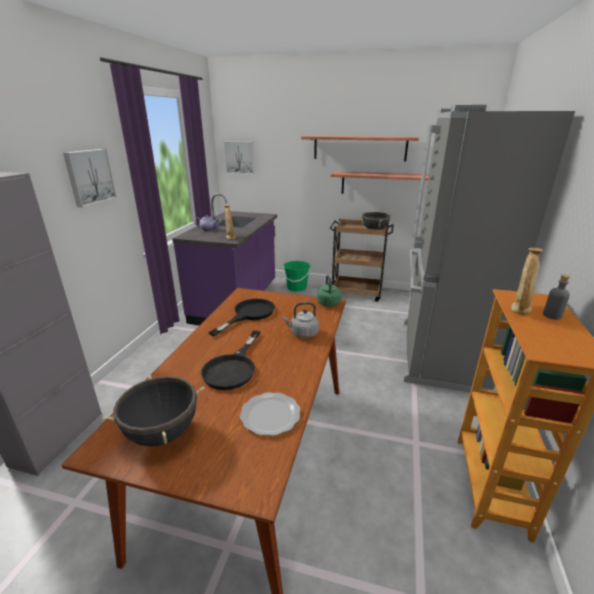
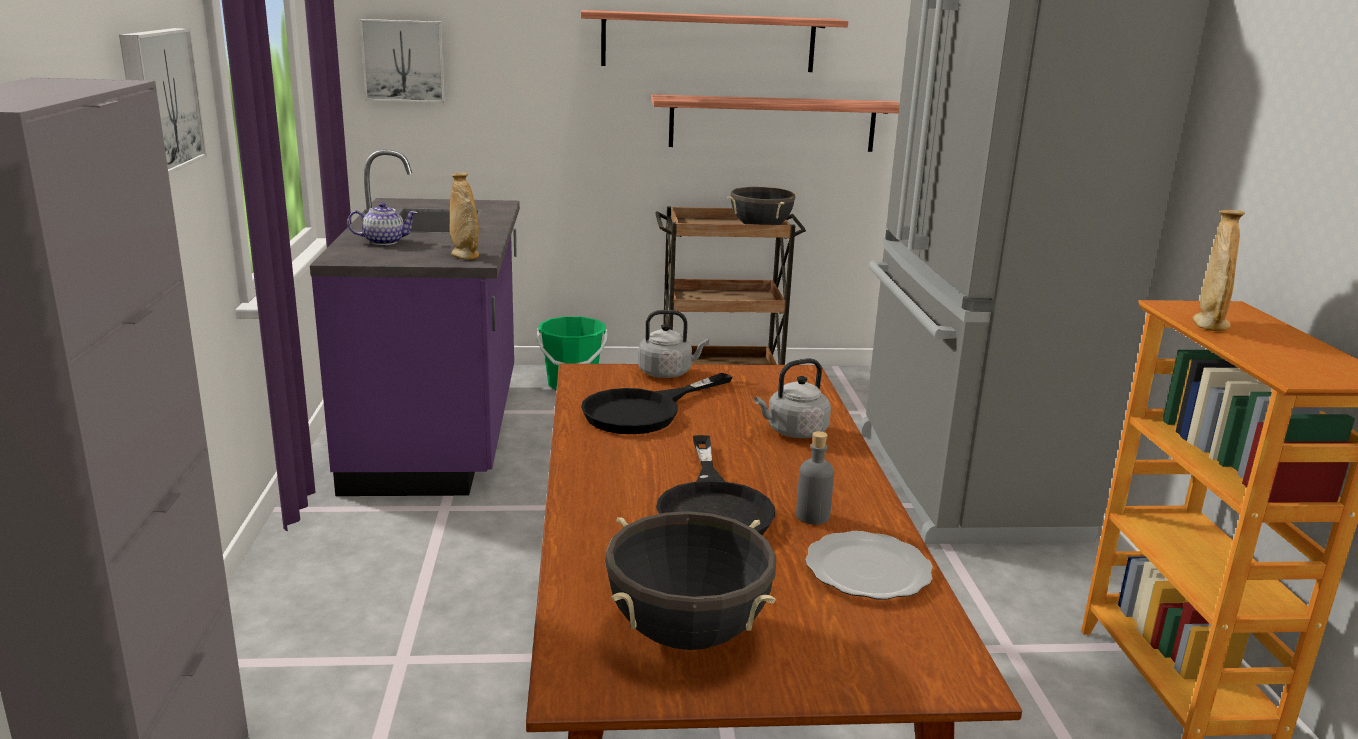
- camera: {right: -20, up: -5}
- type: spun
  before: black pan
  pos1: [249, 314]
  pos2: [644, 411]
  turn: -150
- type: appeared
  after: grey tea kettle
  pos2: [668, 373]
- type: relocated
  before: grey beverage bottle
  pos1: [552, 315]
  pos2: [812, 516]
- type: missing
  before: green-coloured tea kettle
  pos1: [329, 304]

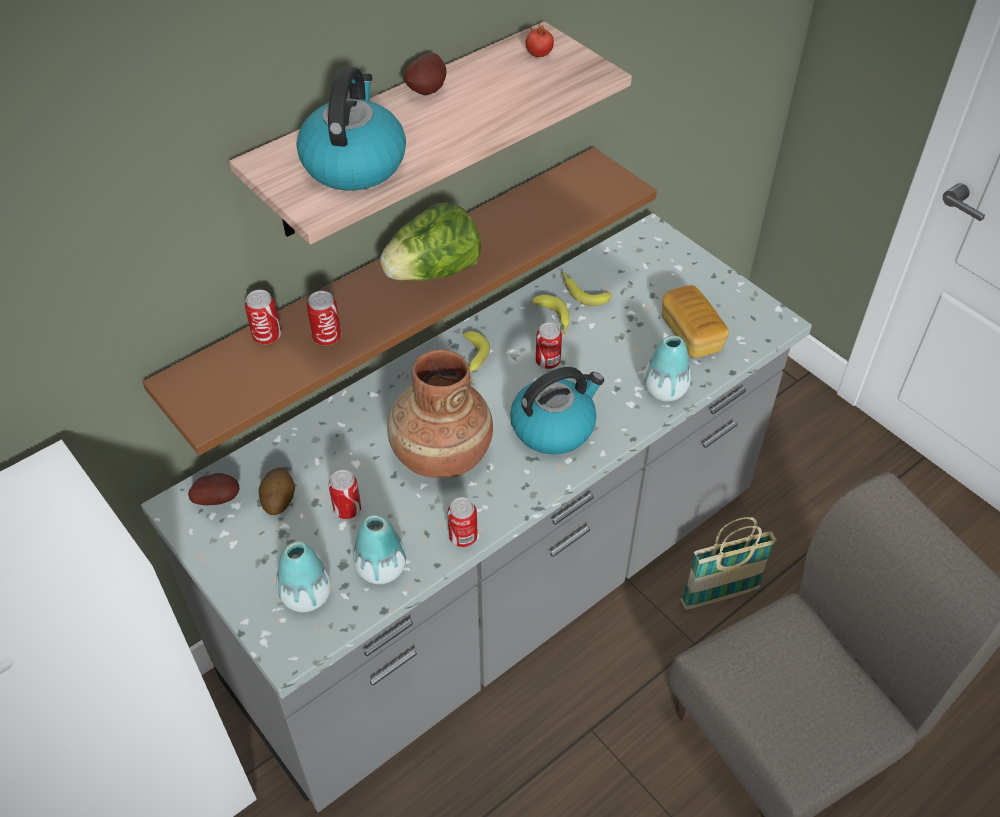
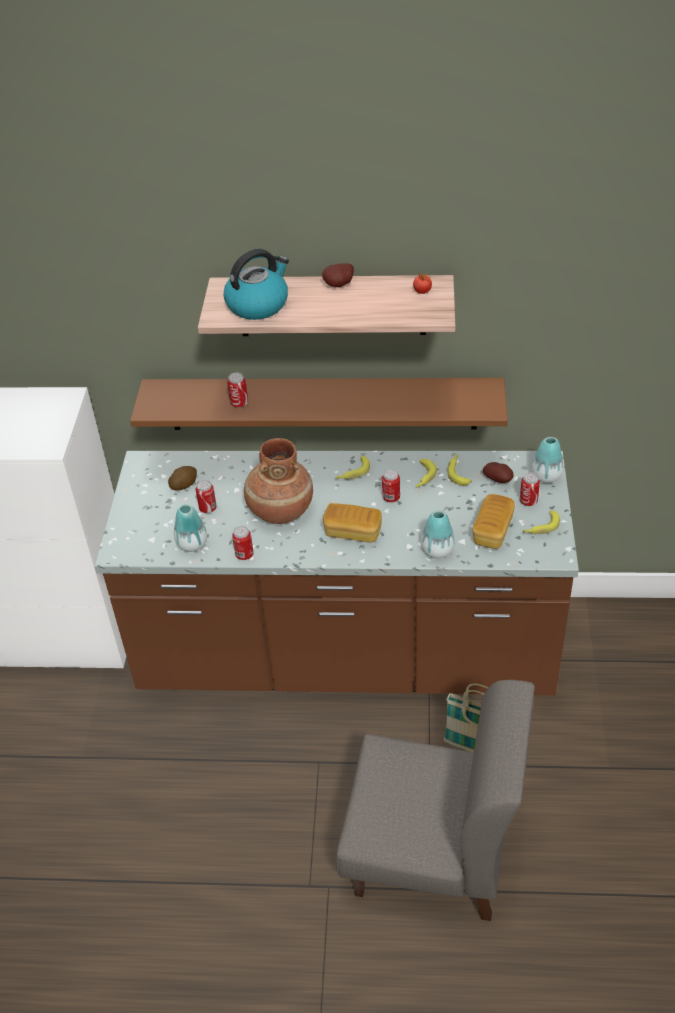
- camera: {right: 45, up: -5}
- type: colour
  before: grey kitchen base unit
  after: brown kitchen base unit
  pos1: [500, 591]
  pos2: [347, 656]
- type: exchanged
  before: tea kettle
  after: baked bread
  pos1: [554, 427]
  pos2: [353, 532]
- type: relocated
  before: whole potato
  pos1: [218, 498]
  pos2: [499, 480]
- type: relocated
  before: metal can
  pos1: [267, 336]
  pos2: [528, 501]
- type: appeared
  after: banana
  pos2: [540, 527]
- type: relocated
  before: decorative vase
  pos1: [306, 595]
  pos2: [546, 476]
- type: missing
  before: lettuce
  pos1: [433, 272]

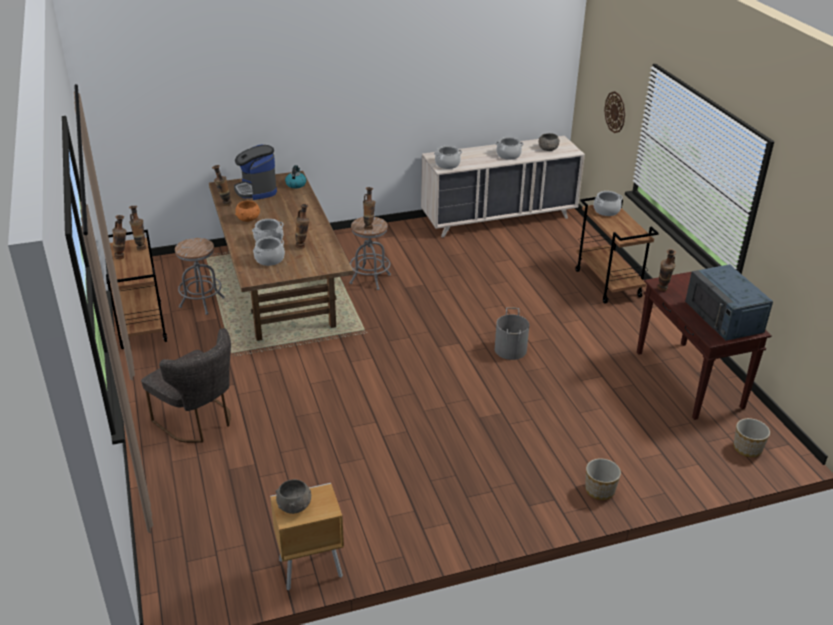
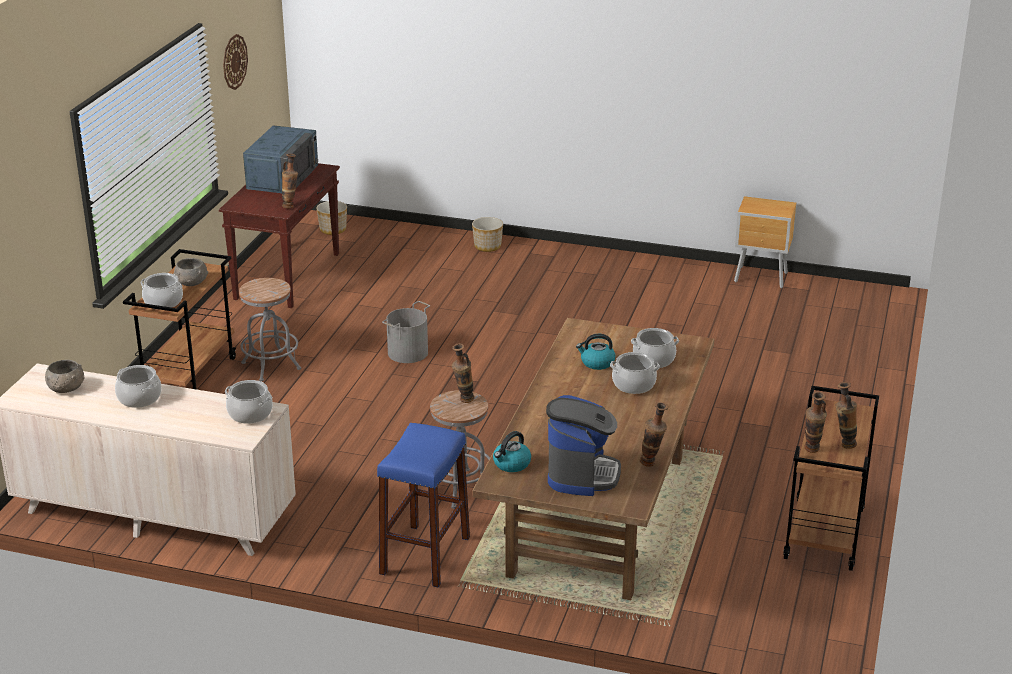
- camera: {right: -145, up: -5}
- type: relocated
  before: grey serving bowl
  pos1: [294, 505]
  pos2: [191, 283]
- type: relocated
  before: wall clock
  pos1: [615, 112]
  pos2: [234, 61]
- type: relocated
  before: grey stool seat
  pos1: [202, 302]
  pos2: [271, 366]
- type: appeared
  after: bluish stool seat
  pos2: [425, 555]
- type: exchanged
  before: decorative vase
  after: tea kettle
  pos1: [303, 246]
  pos2: [597, 363]
- type: missing
  before: grey chair
  pos1: [199, 421]
- type: missing
  before: orangey serving bowl
  pos1: [248, 219]

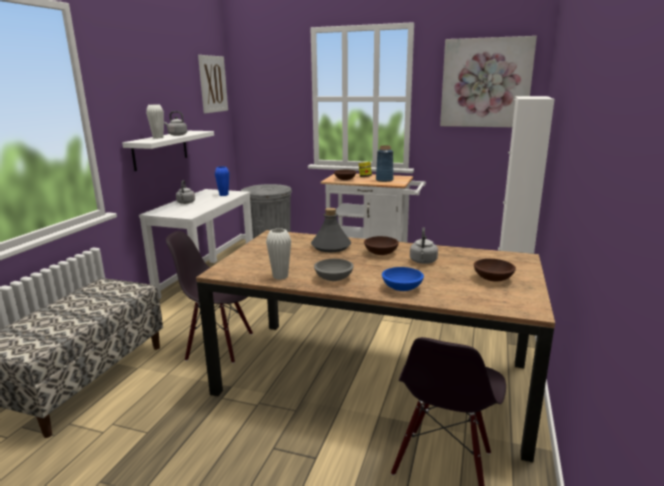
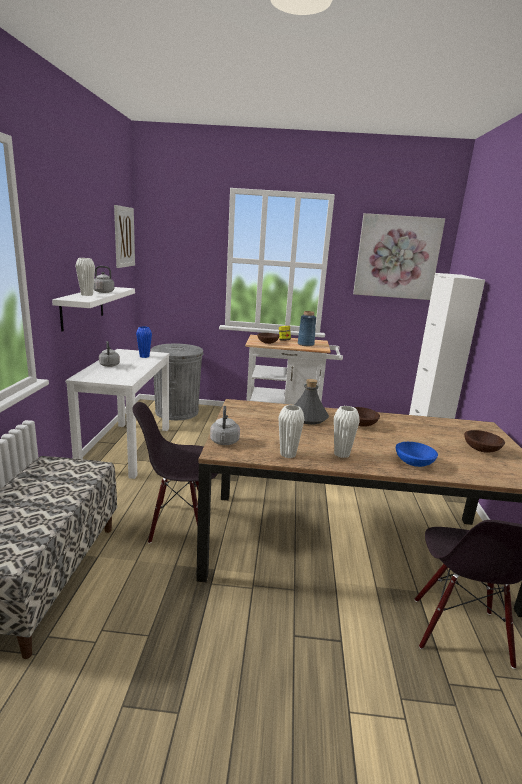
- camera: {right: -15, up: 0}
- type: relocated
  before: grey tea kettle
  pos1: [423, 262]
  pos2: [224, 442]
- type: exchanged
  before: grey serving bowl
  after: white-coloured decorative vase
  pos1: [333, 278]
  pos2: [341, 454]

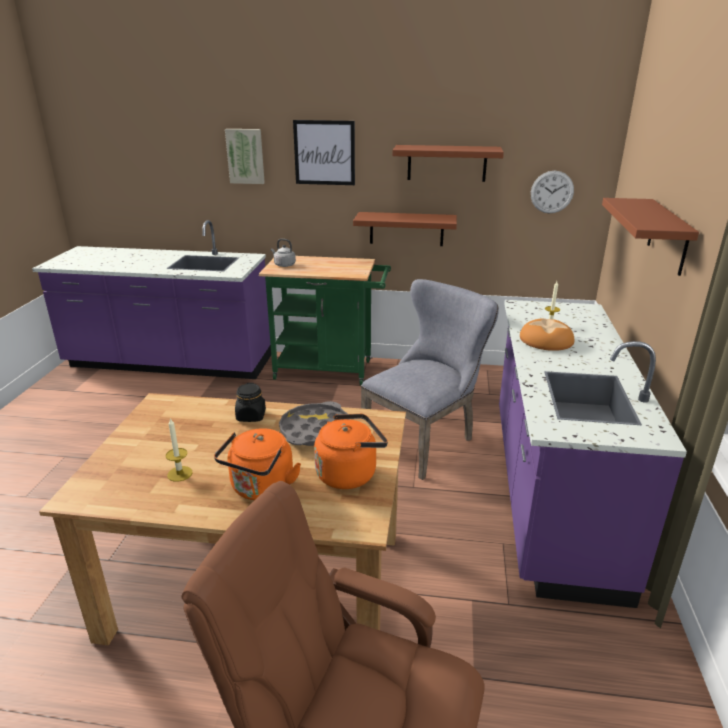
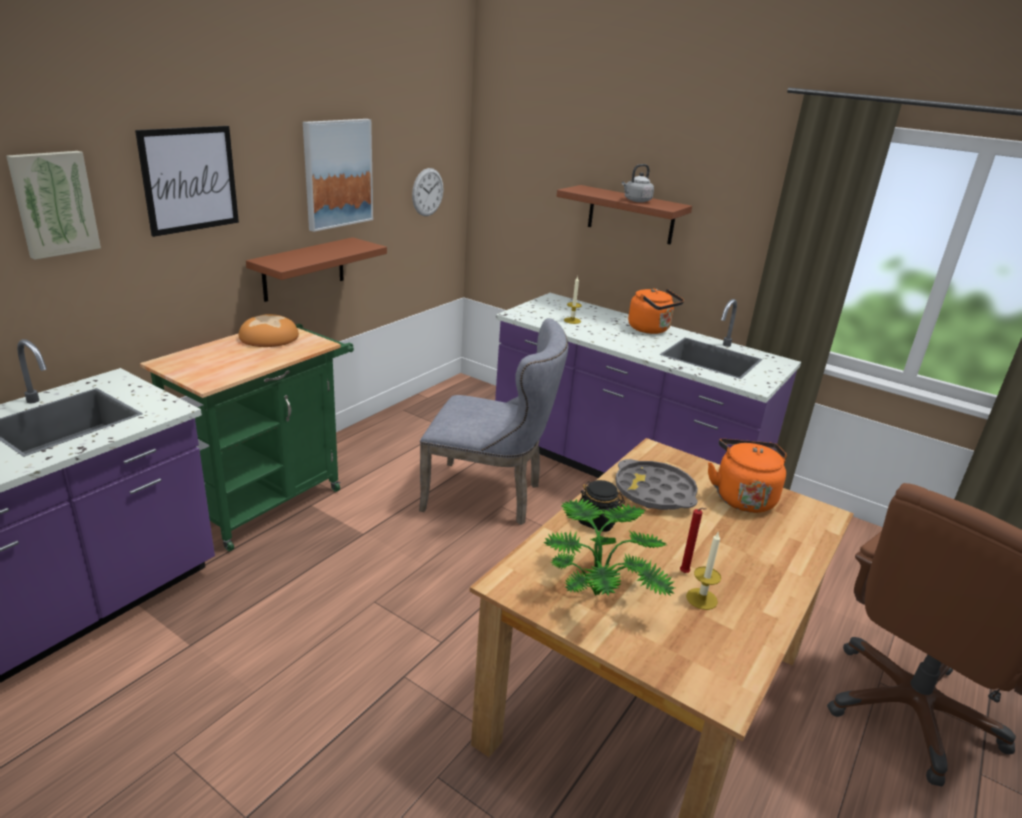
- camera: {right: -65, up: 0}
- type: relocated
  before: baked bread
  pos1: [546, 340]
  pos2: [269, 337]
- type: exchanged
  before: brown bracket shelf
  after: wall art
  pos1: [447, 163]
  pos2: [337, 173]
- type: spun
  before: grey chair
  pos1: [424, 440]
  pos2: [490, 496]
  turn: 120
- type: appeared
  after: houseplant
  pos2: [601, 590]
- type: relocated
  before: grey tea kettle
  pos1: [283, 265]
  pos2: [636, 201]
- type: relocated
  before: orangey tea kettle
  pos1: [261, 489]
  pos2: [651, 329]
- type: appeared
  after: red wax candle
  pos2: [685, 574]

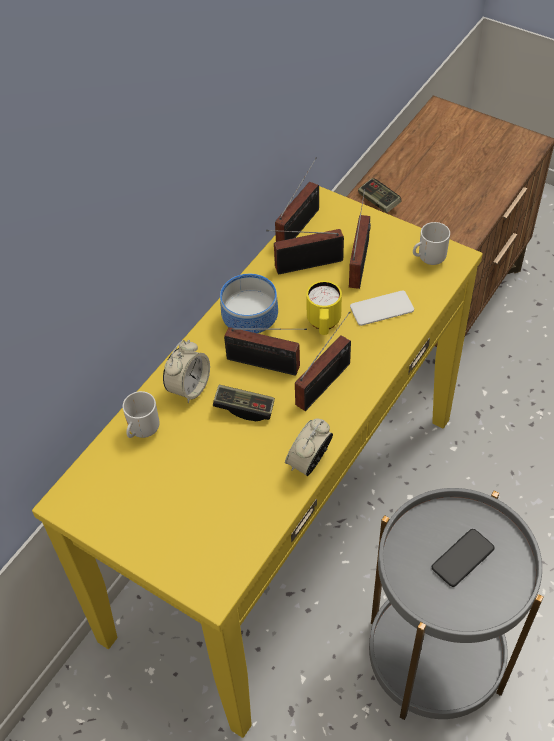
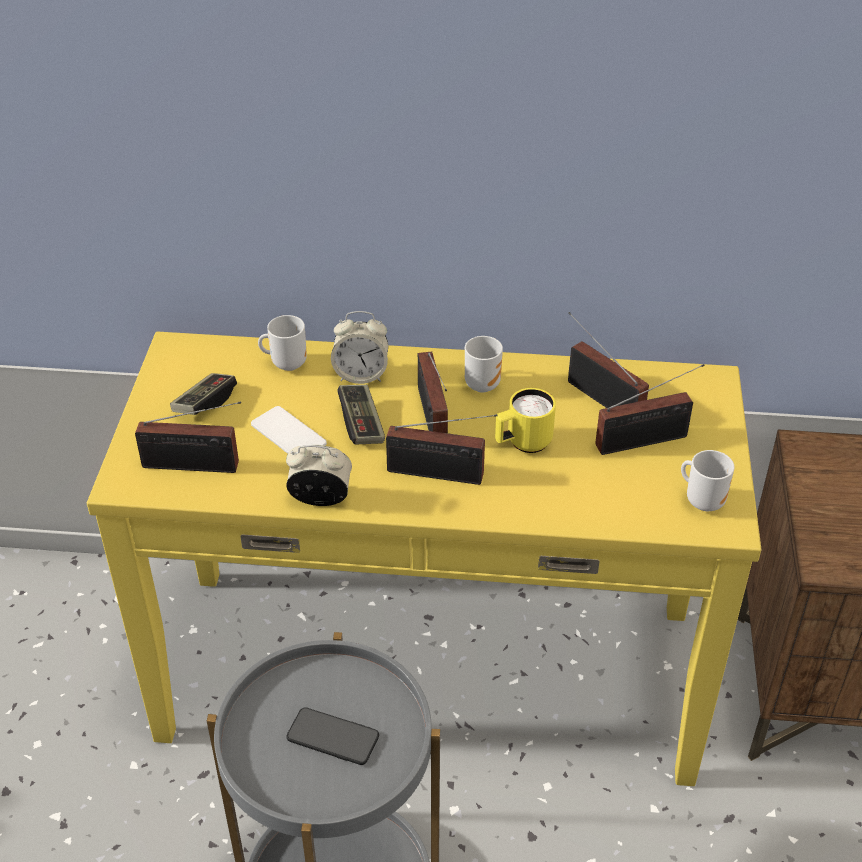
- camera: {right: 60, up: -10}
- type: relocated
  before: radio set
  pos1: [300, 225]
  pos2: [196, 466]
- type: relocated
  before: game controller
  pos1: [378, 201]
  pos2: [205, 403]
- type: relocated
  before: handset
  pos1: [381, 309]
  pos2: [288, 434]
- type: exchanged
  before: serving bowl
  after: tea mug
  pos1: [248, 321]
  pos2: [482, 383]

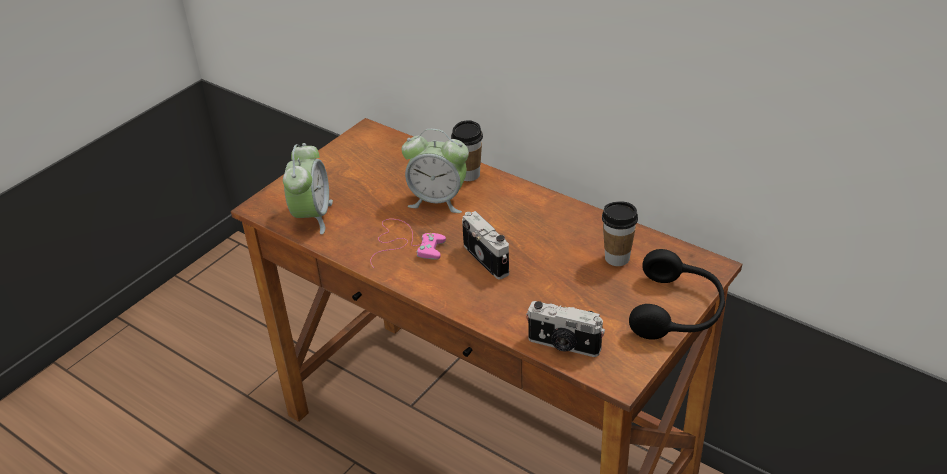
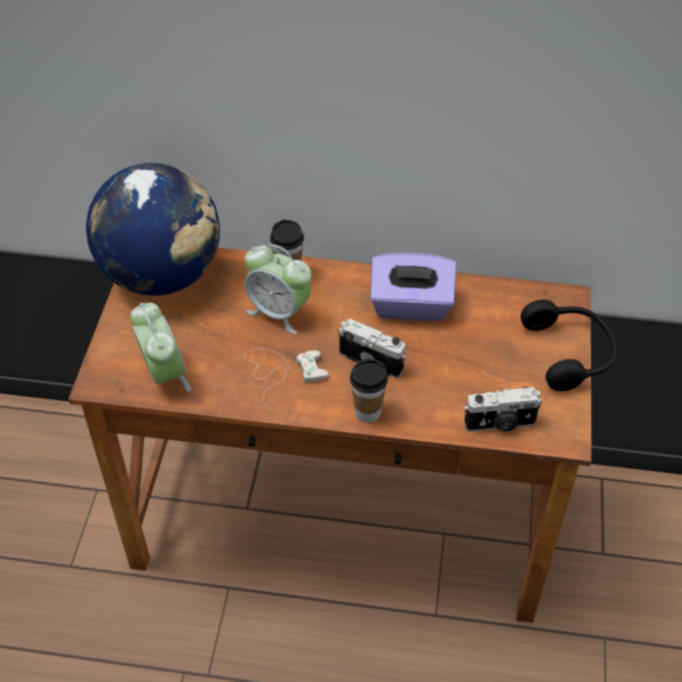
- camera: {right: -30, up: 10}
- type: appeared
  after: world globe
  pos2: [162, 275]
- type: colour
  before: pinkish game controller
  after: white-coloured game controller
  pos1: [405, 243]
  pos2: [282, 372]
- type: spun
  before: bedside clock
  pos1: [438, 200]
  pos2: [279, 312]
  turn: 45
- type: relocated
  before: cup
  pos1: [617, 258]
  pos2: [367, 412]
- type: appeared
  after: purple tissue box
  pos2: [411, 306]

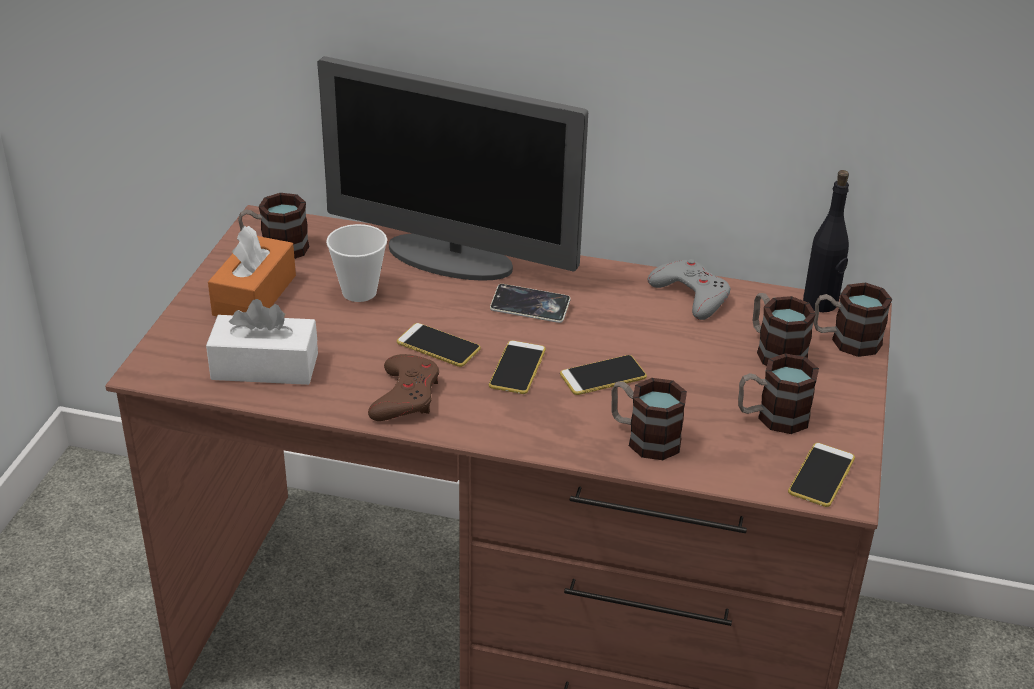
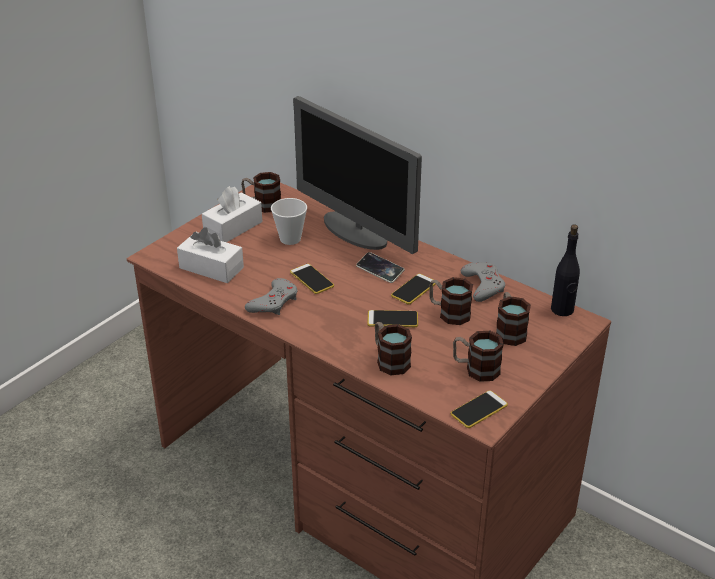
- camera: {right: 25, up: 0}
- type: colour
  before: orangey tissue box
  after: white-coloured tissue box
  pos1: [254, 295]
  pos2: [233, 228]
- type: colour
  before: brown game controller
  after: grey game controller
  pos1: [405, 396]
  pos2: [274, 302]
- type: relocated
  before: handset
  pos1: [517, 368]
  pos2: [414, 289]
- type: relocated
  before: tea mug
  pos1: [845, 340]
  pos2: [449, 313]

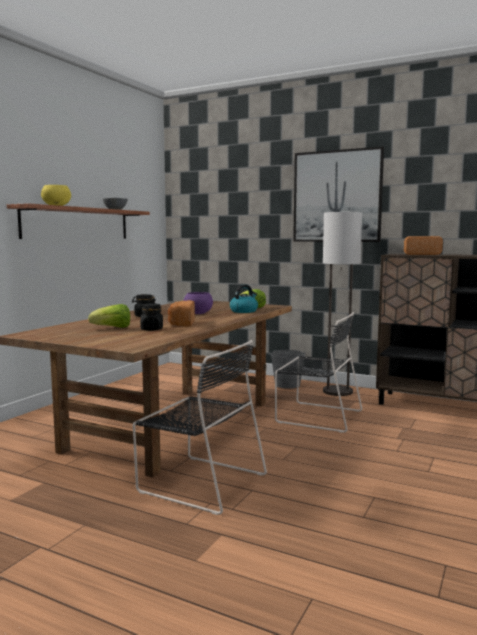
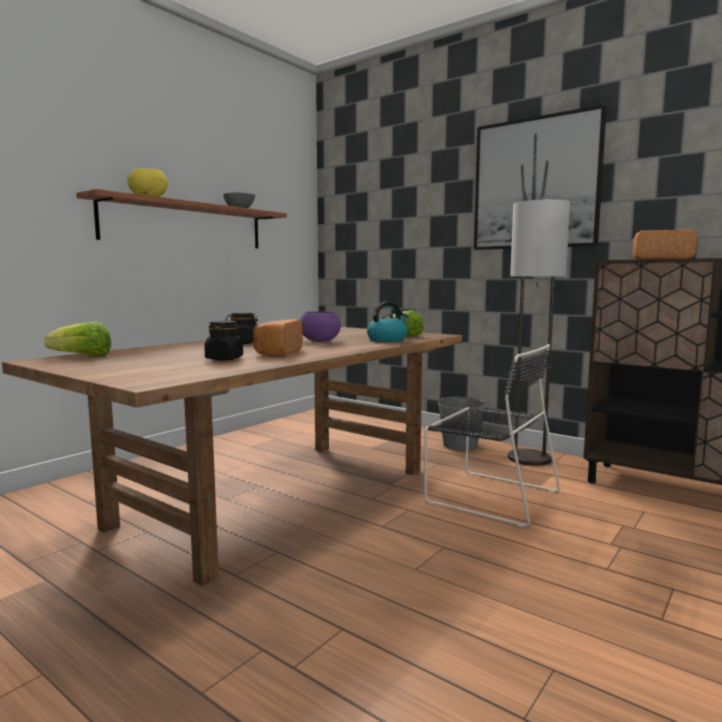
- camera: {right: 10, up: 0}
- type: relocated
  before: lettuce
  pos1: [112, 328]
  pos2: [83, 357]
- type: missing
  before: black chair
  pos1: [199, 482]

